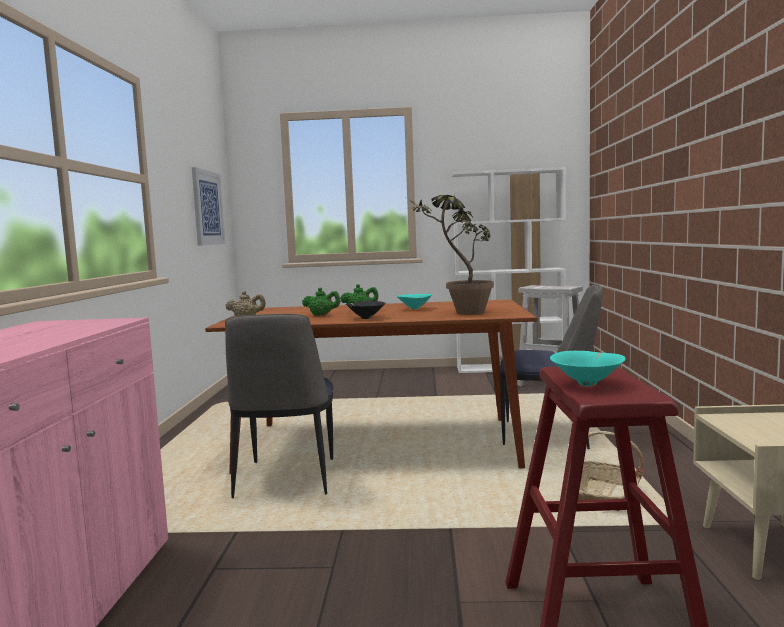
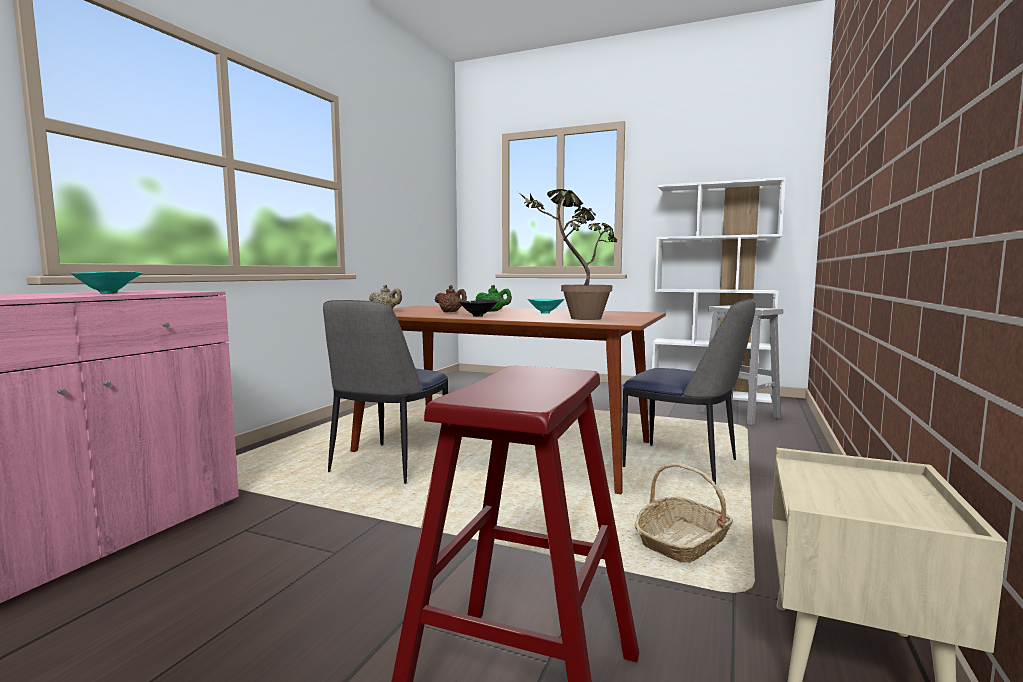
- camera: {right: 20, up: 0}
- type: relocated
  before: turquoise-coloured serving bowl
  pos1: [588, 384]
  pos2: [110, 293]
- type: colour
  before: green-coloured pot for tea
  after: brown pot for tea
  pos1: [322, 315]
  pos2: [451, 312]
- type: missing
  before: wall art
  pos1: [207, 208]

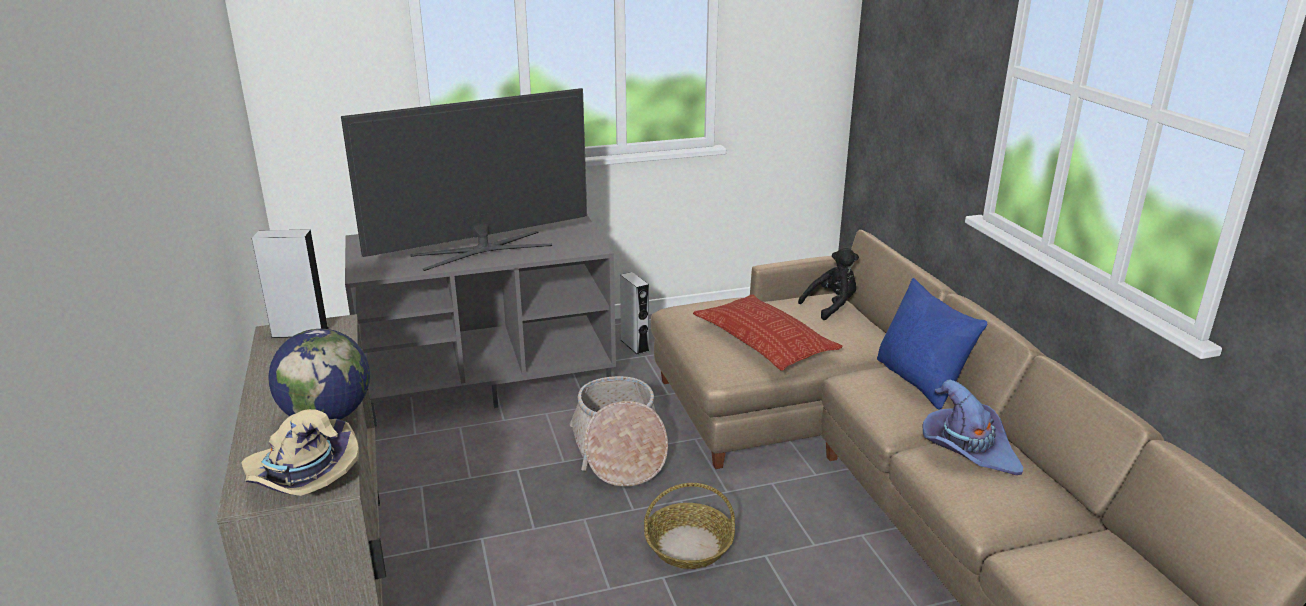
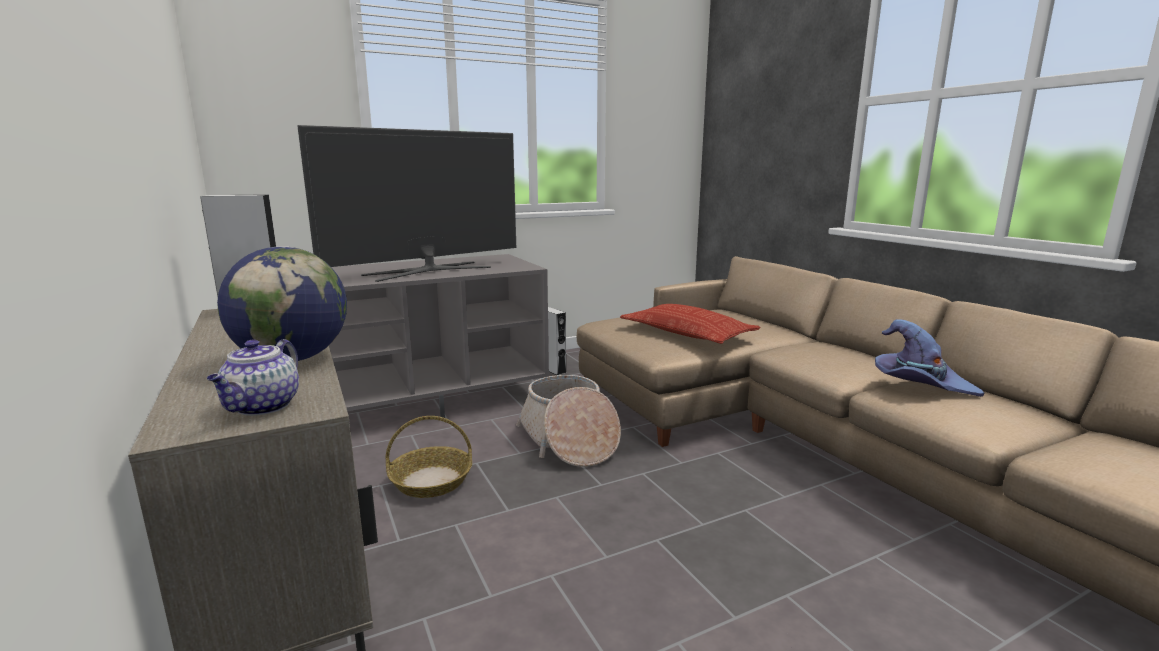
- camera: {right: -10, up: -10}
- type: exchanged
  before: beige hat
  after: pot for tea
  pos1: [301, 478]
  pos2: [262, 407]
- type: relocated
  before: storage basket
  pos1: [688, 546]
  pos2: [430, 481]
- type: missing
  before: black plush toy
  pos1: [831, 306]
- type: missing
  before: bluish throw pillow
  pos1: [920, 381]

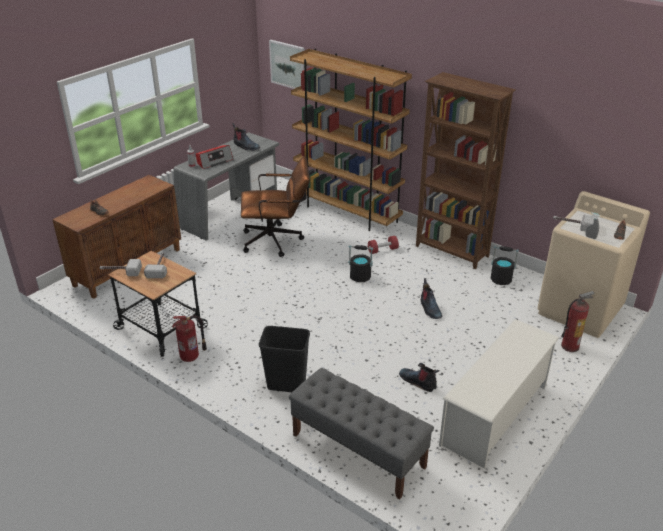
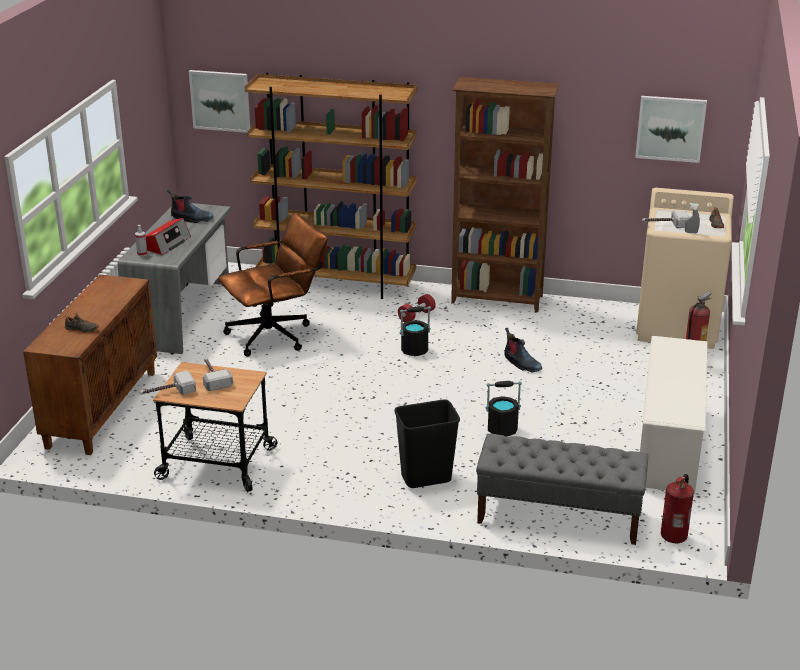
- camera: {right: -25, up: -5}
- type: relocated
  before: black pail
  pos1: [501, 280]
  pos2: [502, 429]
- type: appeared
  after: wall art
  pos2: [670, 128]
- type: relocated
  before: extinguisher
  pos1: [191, 356]
  pos2: [674, 536]
- type: missing
  before: tall boot
  pos1: [418, 382]

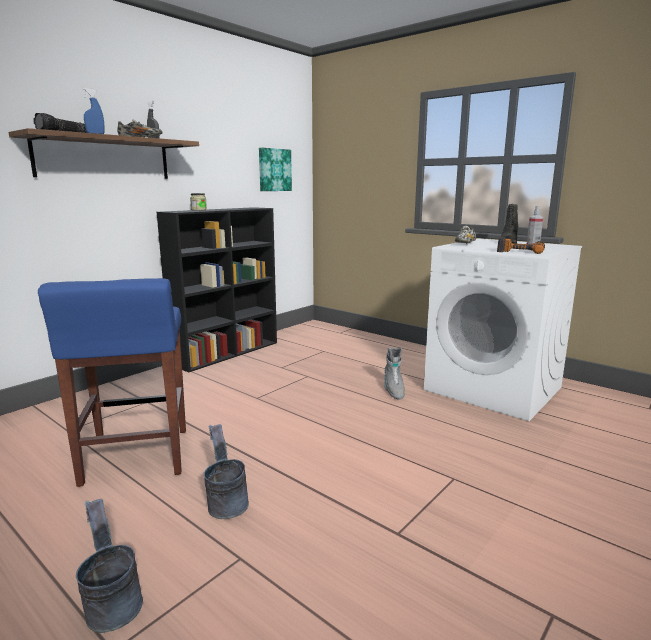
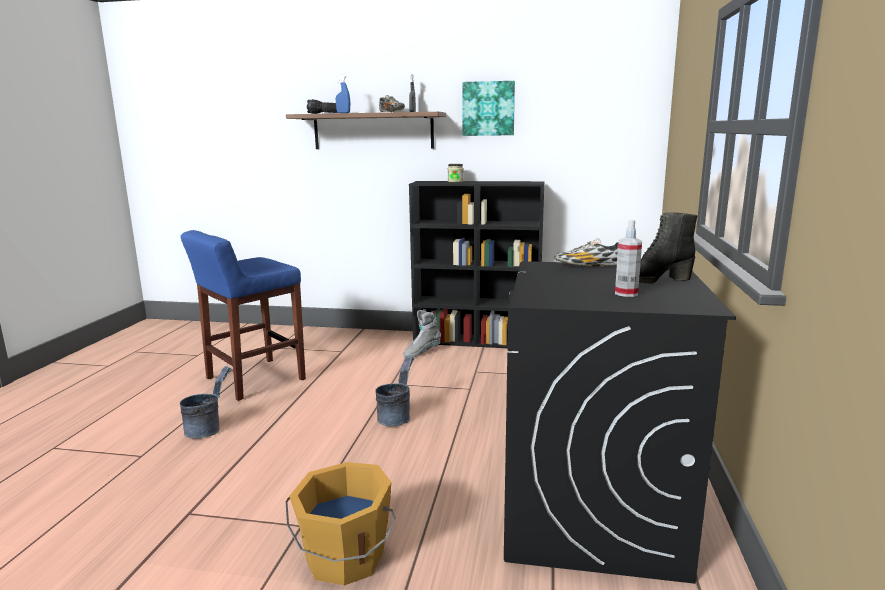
- camera: {right: 60, up: 0}
- type: appeared
  after: orangey pail
  pos2: [344, 559]
- type: relocated
  before: grey pail
  pos1: [112, 603]
  pos2: [396, 417]
- type: relocated
  before: grey tall boot
  pos1: [393, 390]
  pos2: [422, 352]
- type: relocated
  before: wall art
  pos1: [274, 170]
  pos2: [488, 108]
- type: colour
  before: white-coloured laundry appliance
  after: black laundry appliance
  pos1: [494, 389]
  pos2: [592, 513]
- type: missing
  before: electric drill
  pos1: [520, 251]

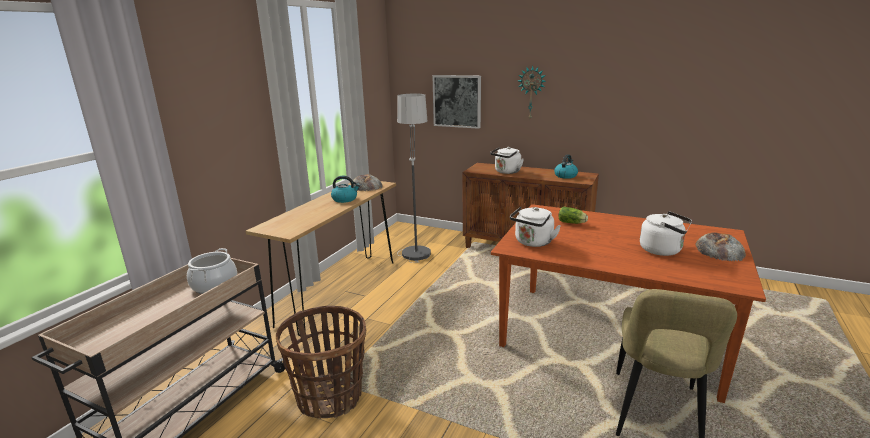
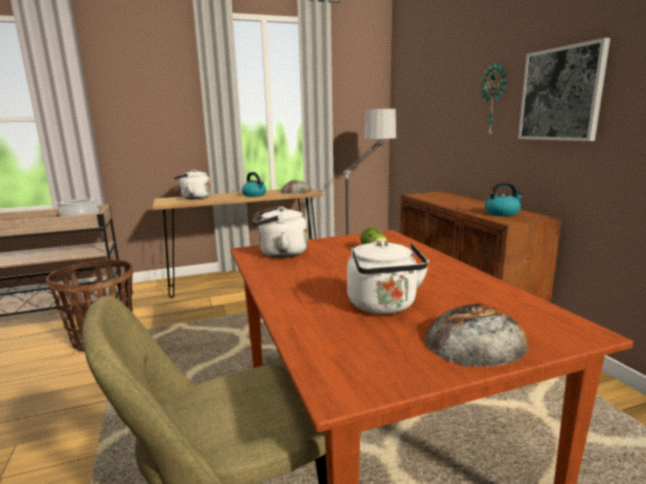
- camera: {right: 45, up: -5}
- type: relocated
  before: white-coloured tea kettle
  pos1: [506, 172]
  pos2: [194, 198]
- type: relocated
  before: wall art
  pos1: [457, 101]
  pos2: [561, 94]

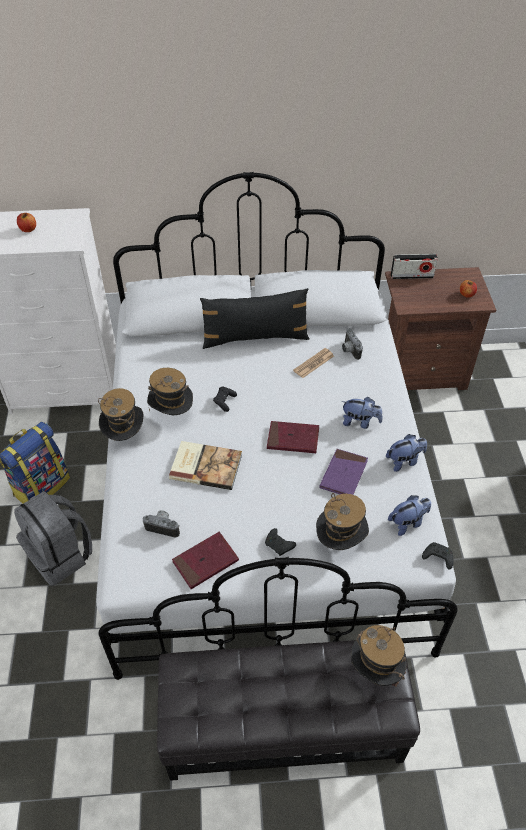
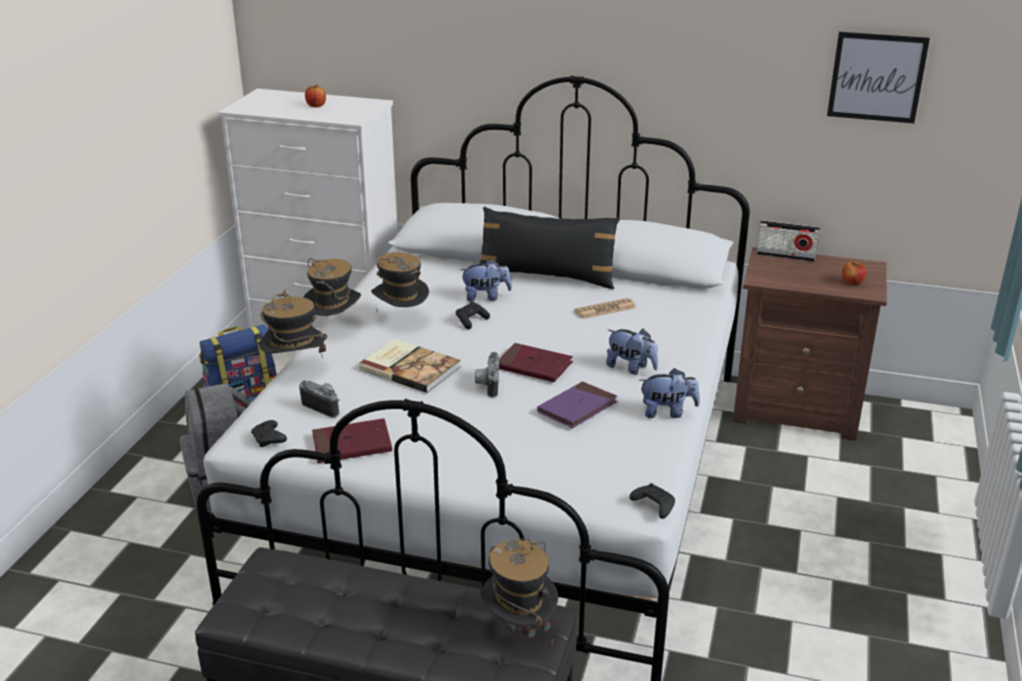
- camera: {right: 20, up: -20}
- type: relocated
  before: black game controller
  pos1: [279, 545]
  pos2: [269, 440]
- type: relocated
  before: hat
  pos1: [340, 542]
  pos2: [295, 369]
- type: relocated
  before: plush toy
  pos1: [408, 522]
  pos2: [486, 297]
- type: relocated
  before: photo camera
  pos1: [349, 350]
  pos2: [487, 385]
- type: appeared
  after: wall art
  pos2: [876, 77]

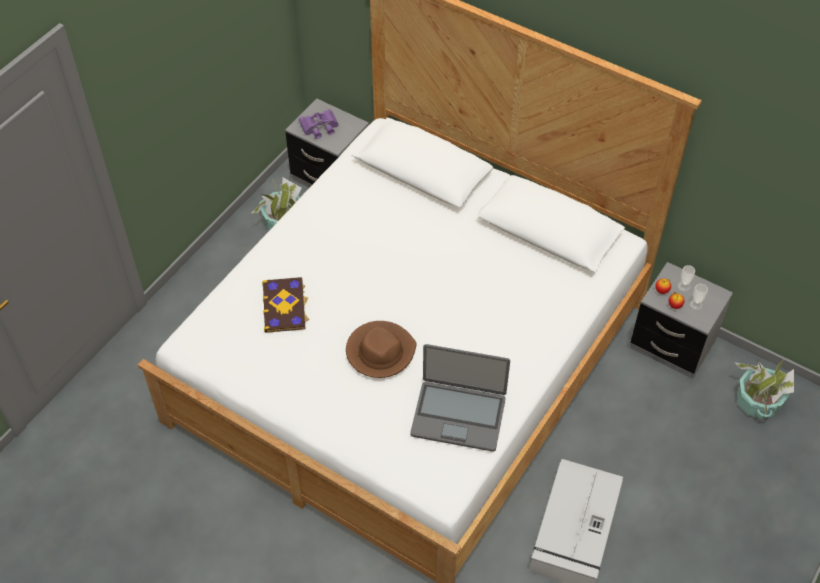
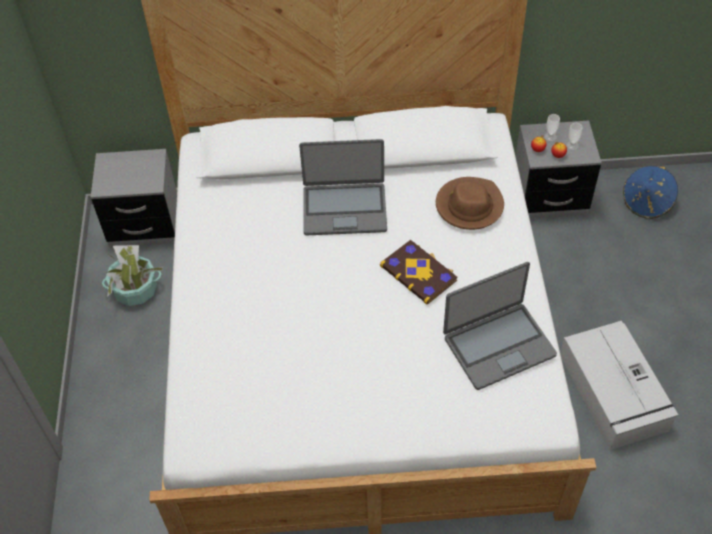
- camera: {right: -35, up: 0}
- type: appeared
  after: laptop
  pos2: [344, 209]
- type: relocated
  before: book
  pos1: [285, 306]
  pos2: [419, 272]
- type: relocated
  before: brown hat
  pos1: [380, 351]
  pos2: [469, 206]
- type: exchanged
  before: houseplant
  after: bluish hat
  pos1: [758, 402]
  pos2: [647, 203]
- type: missing
  before: purple field glasses
  pos1: [319, 127]

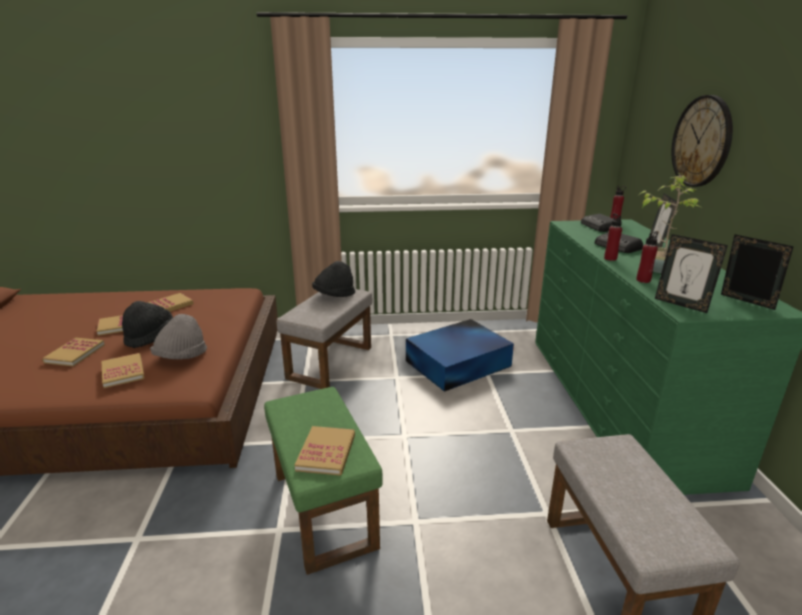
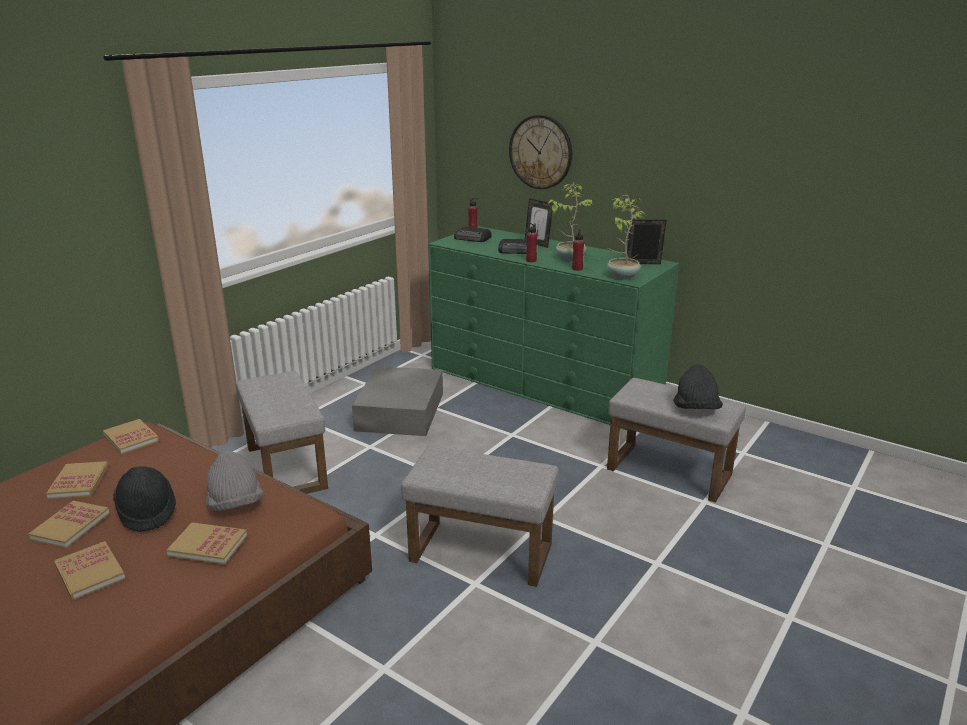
- camera: {right: -50, up: 0}
- type: relocated
  before: book
  pos1: [326, 452]
  pos2: [131, 438]
- type: colour
  before: bluish storage container
  after: grey storage container
  pos1: [459, 363]
  pos2: [401, 411]
- type: colour
  before: green-coloured ottoman
  after: grey ottoman
  pos1: [322, 508]
  pos2: [479, 553]
- type: exchanged
  before: picture frame
  after: houseplant
  pos1: [681, 304]
  pos2: [622, 276]
- type: relocated
  before: black hat
  pos1: [334, 295]
  pos2: [695, 409]

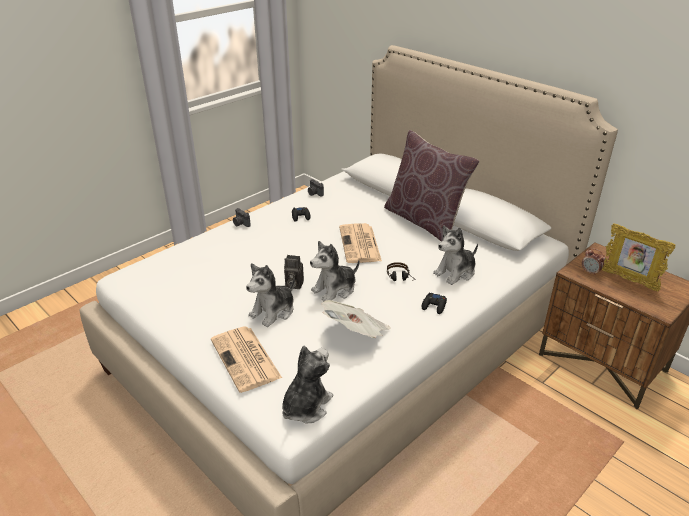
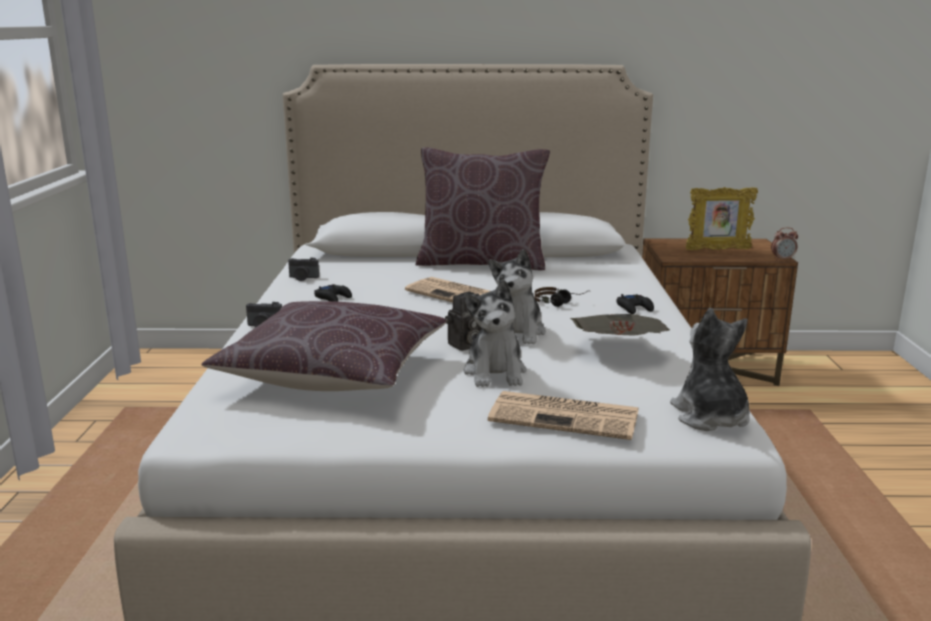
- camera: {right: -45, up: -15}
- type: appeared
  after: brown throw pillow
  pos2: [333, 372]
- type: relocated
  before: bedside clock
  pos1: [590, 272]
  pos2: [782, 259]
- type: missing
  before: plush toy
  pos1: [455, 272]

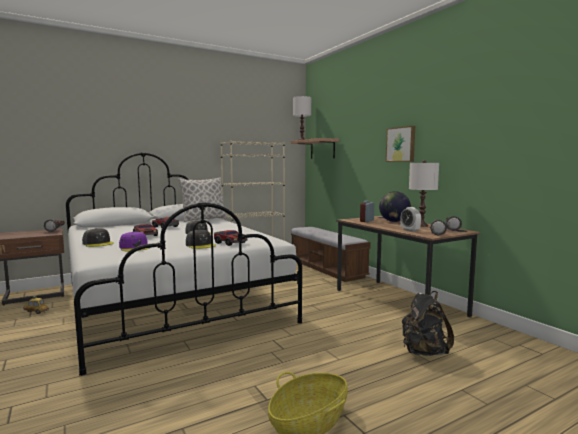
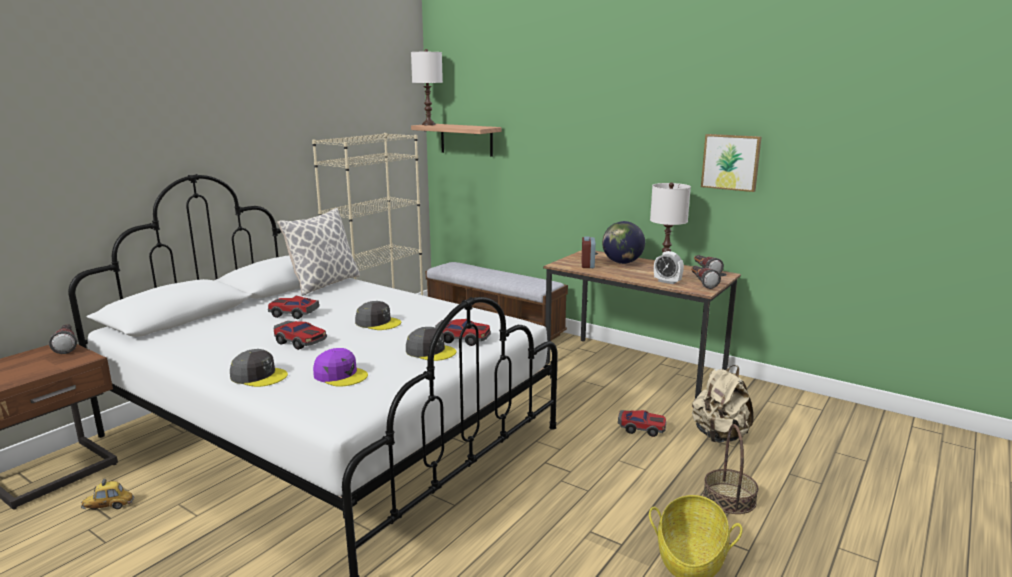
- camera: {right: -25, up: 10}
- type: appeared
  after: miniature car
  pos2: [641, 428]
- type: colour
  before: black rucksack
  after: beige rucksack
  pos1: [423, 352]
  pos2: [719, 436]
- type: relocated
  before: wall art
  pos1: [401, 144]
  pos2: [731, 162]
- type: appeared
  after: storage basket
  pos2: [729, 498]

